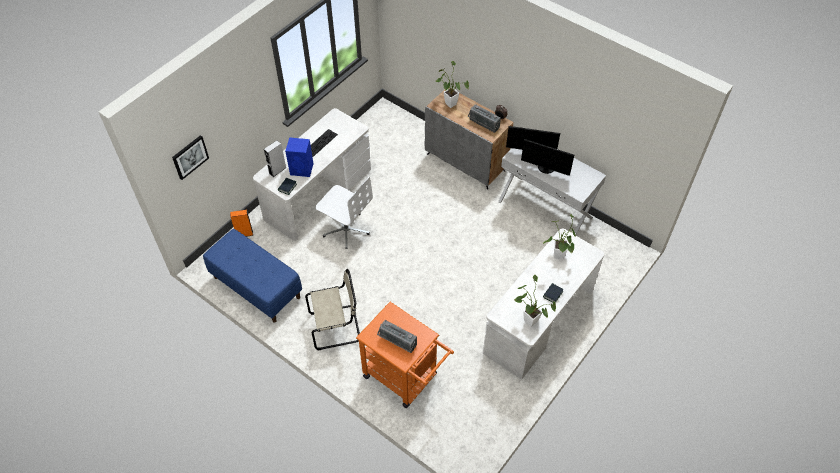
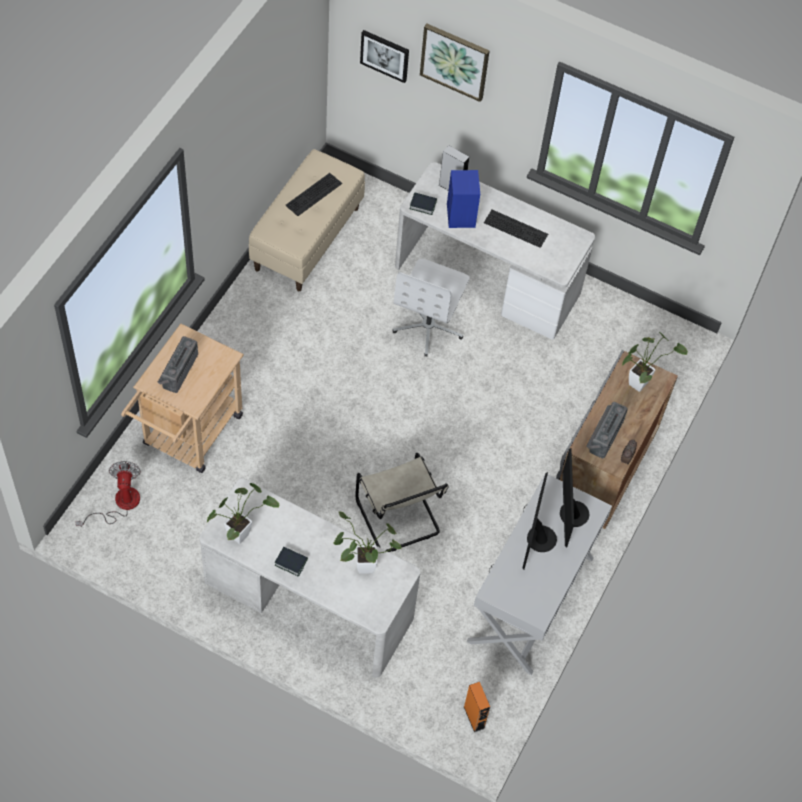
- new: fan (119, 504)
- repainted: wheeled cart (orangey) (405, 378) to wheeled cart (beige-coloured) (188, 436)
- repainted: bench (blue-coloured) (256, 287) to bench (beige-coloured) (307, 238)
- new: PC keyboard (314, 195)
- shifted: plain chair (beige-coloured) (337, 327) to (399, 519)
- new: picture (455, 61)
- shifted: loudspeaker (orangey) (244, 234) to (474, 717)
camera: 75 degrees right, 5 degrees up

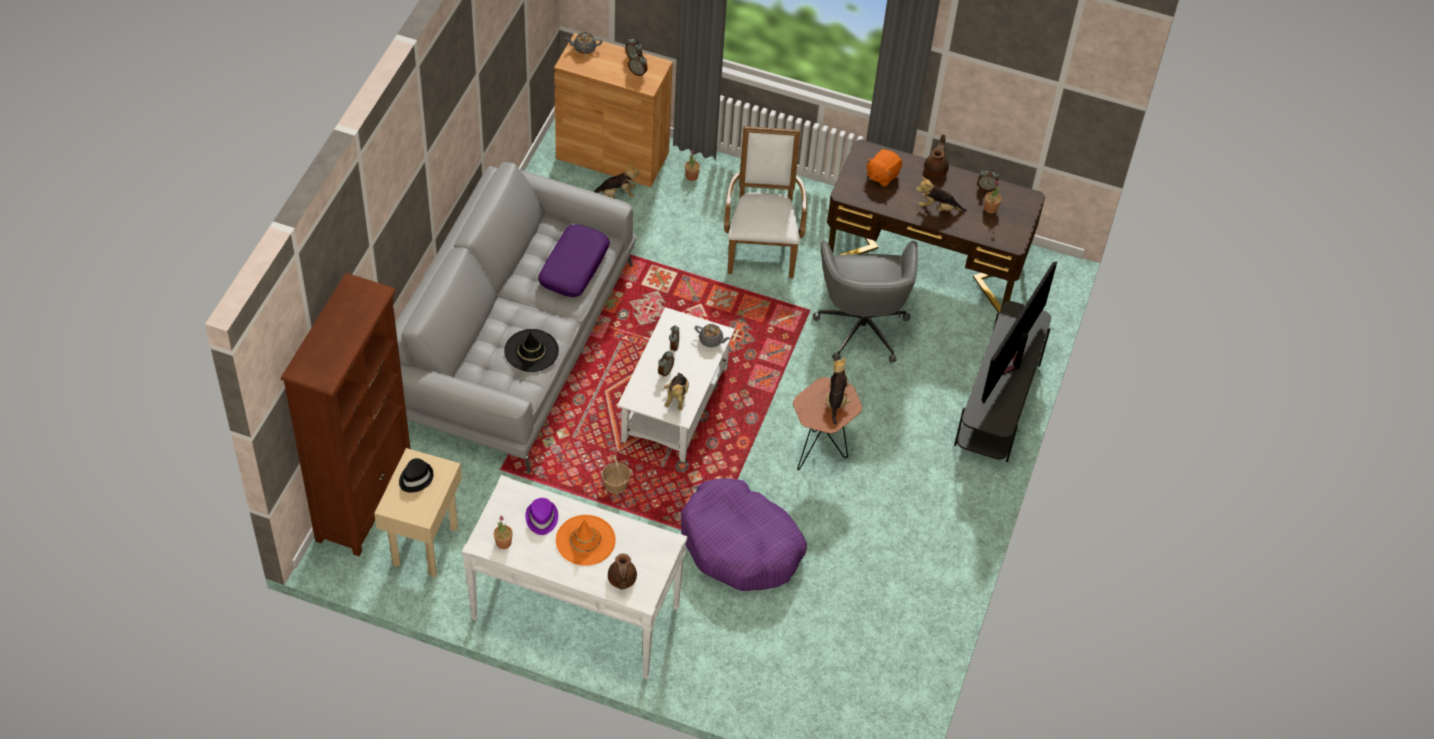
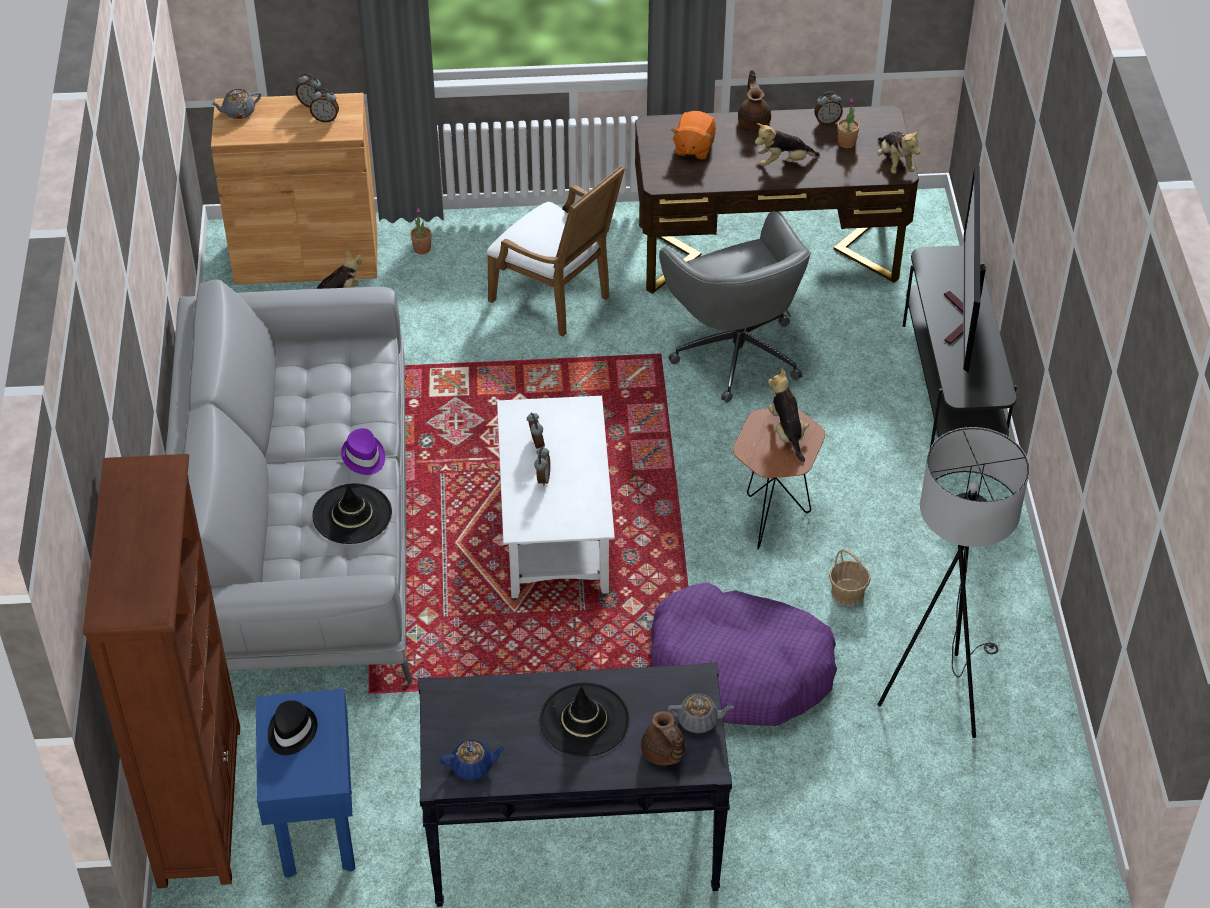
- repainted: side table (beige-coloured) (424, 545) to side table (blue-coloured) (317, 833)
- shifted: hat (purple-coloured) (541, 518) to (363, 457)
- repainted: narrow table (whitish) (574, 613) to narrow table (black) (573, 842)
- swapped: plant in a pot (503, 542) to teapot (blue-coloured) (473, 766)
- rotated: lounge chair (whitish) (762, 246) = (557, 300) 150 degrees clockwise
- repainted: hat (orangey) (585, 540) to hat (black) (584, 720)
- shifted: teapot (greyish) (711, 340) to (699, 720)
- shifted: basket (615, 485) to (847, 593)
- shifted: plush toy (676, 397) to (895, 162)
- new: floor lamp (greyish) (938, 691)
- gone: throw pillow (purple-coloured) (574, 266)
camera: 20 degrees left, 5 degrees down

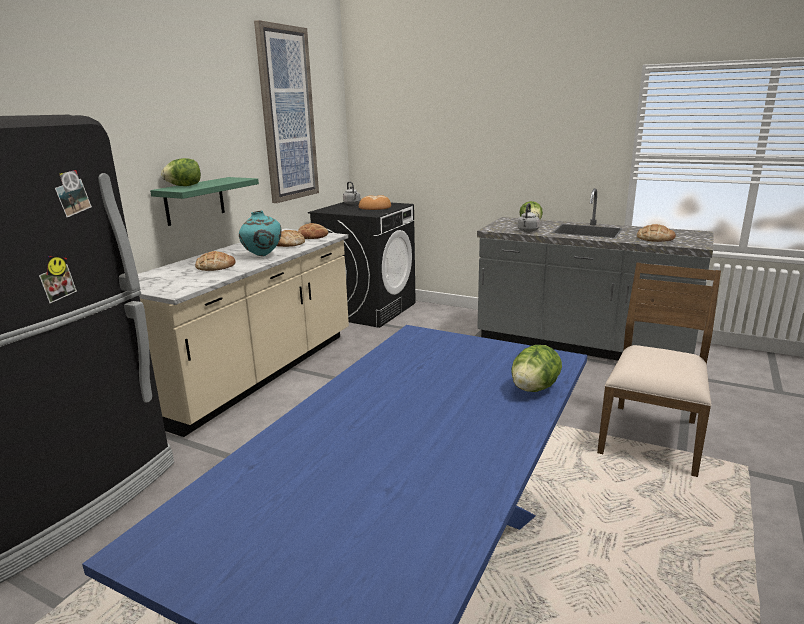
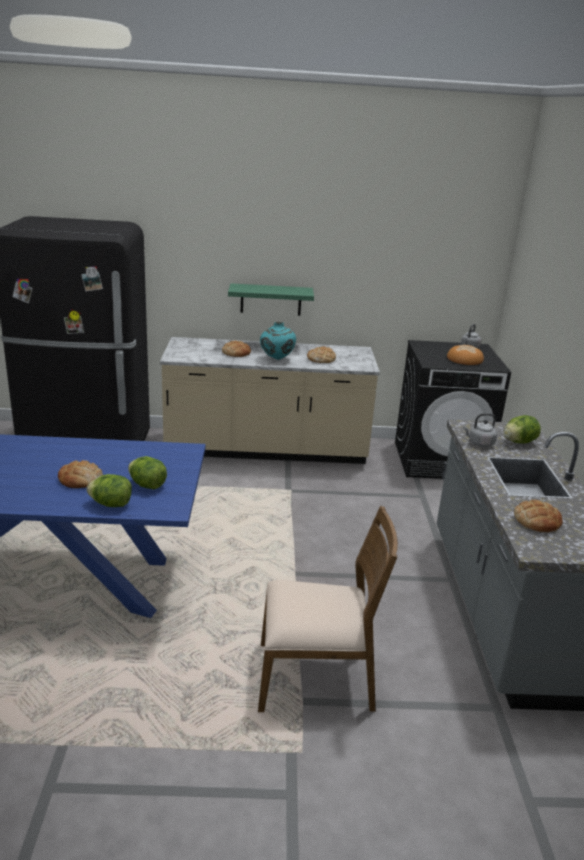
- shifted: bread (312, 236) to (80, 479)
- shifted: head of lettuce (184, 186) to (147, 485)
- gone: picture (287, 115)
camera: 60 degrees right, 5 degrees up

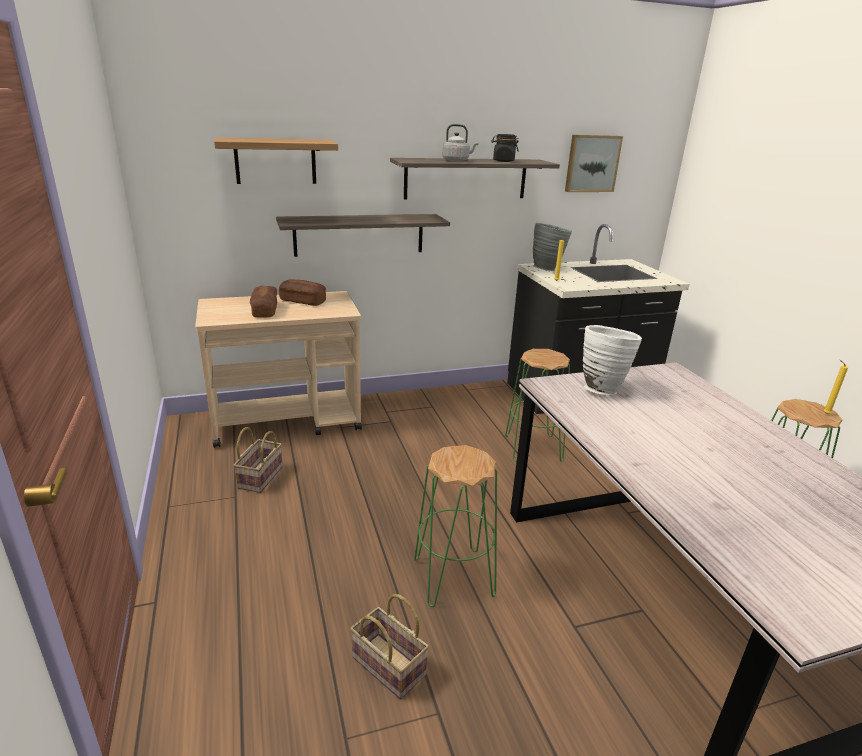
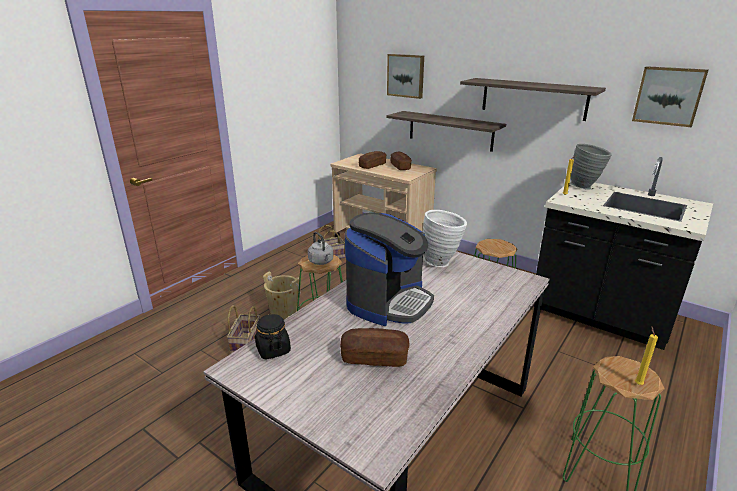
- shifted: preserve jar (black) (503, 161) to (273, 350)
- new: bucket (beige-coloured) (284, 311)
- shifted: kettle (greyish) (457, 161) to (321, 262)
- new: bread (374, 358)
- new: coffee maker (389, 302)
- swapped: wall shelf (275, 161) to picture (406, 75)
camera: 55 degrees right, 0 degrees up

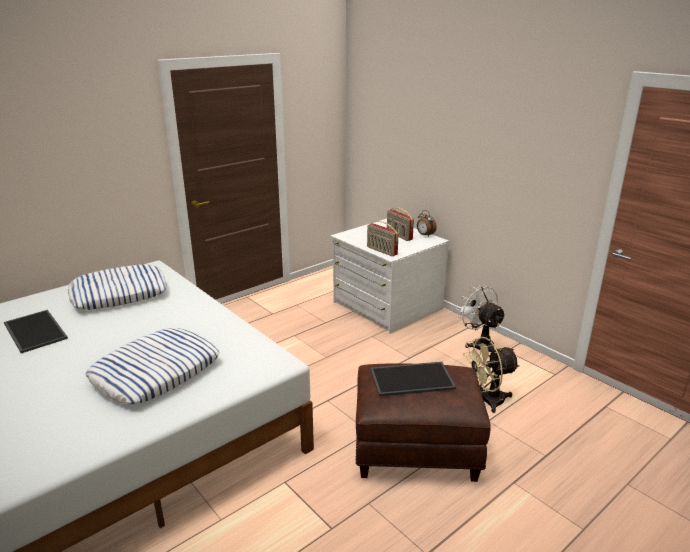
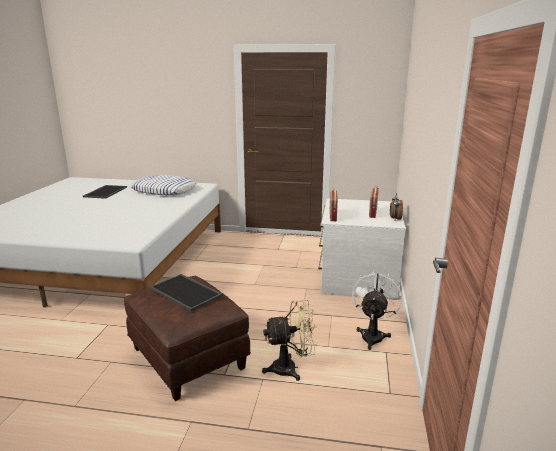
- rotated: fan (beige-coloured) (486, 401) = (290, 368) 135 degrees clockwise
- gone: throw pillow (156, 372)
camera: 50 degrees right, 5 degrees down

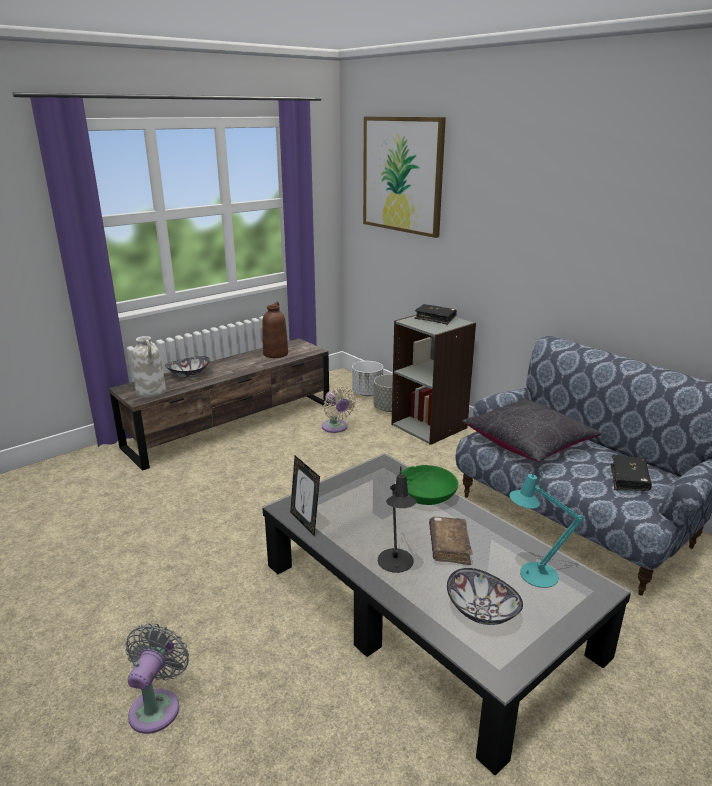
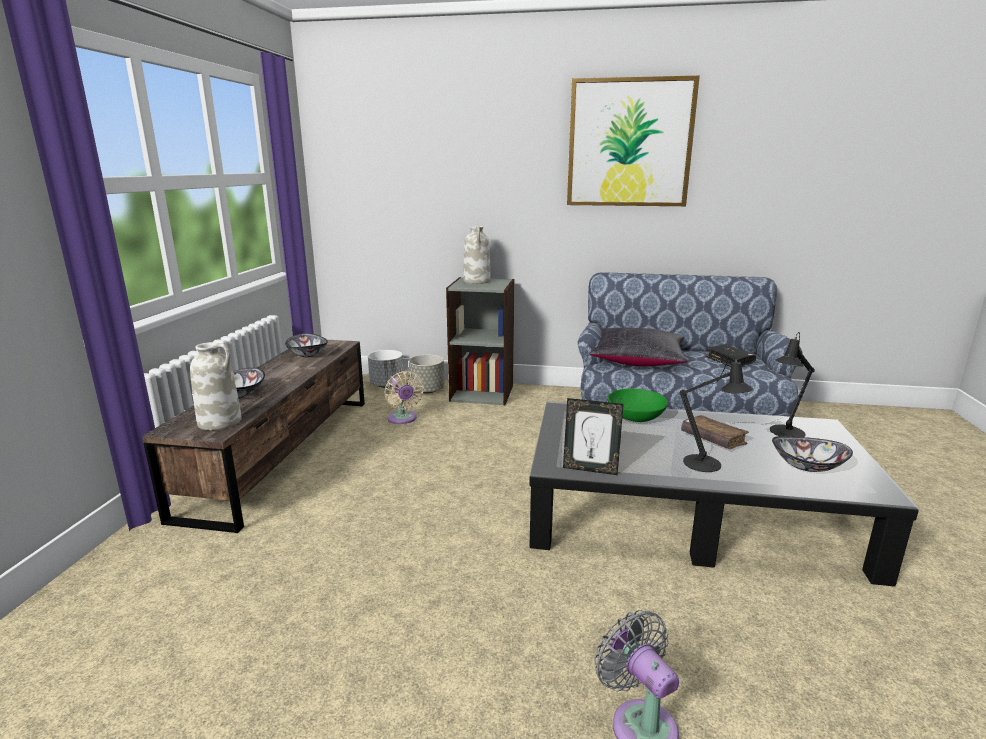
- swapped: vase (brownish) (275, 353) to serving bowl (307, 354)
- rotated: fan (beige-coloured) (336, 428) = (403, 419) 45 degrees clockwise
- swapped: bound book (black) (435, 318) to vase (whitish) (477, 281)
- shifted: picture (402, 175) to (629, 143)
- repainted: lamp for a table (blue-green) (533, 574) to lamp for a table (black) (784, 433)
camera: 40 degrees left, 5 degrees down

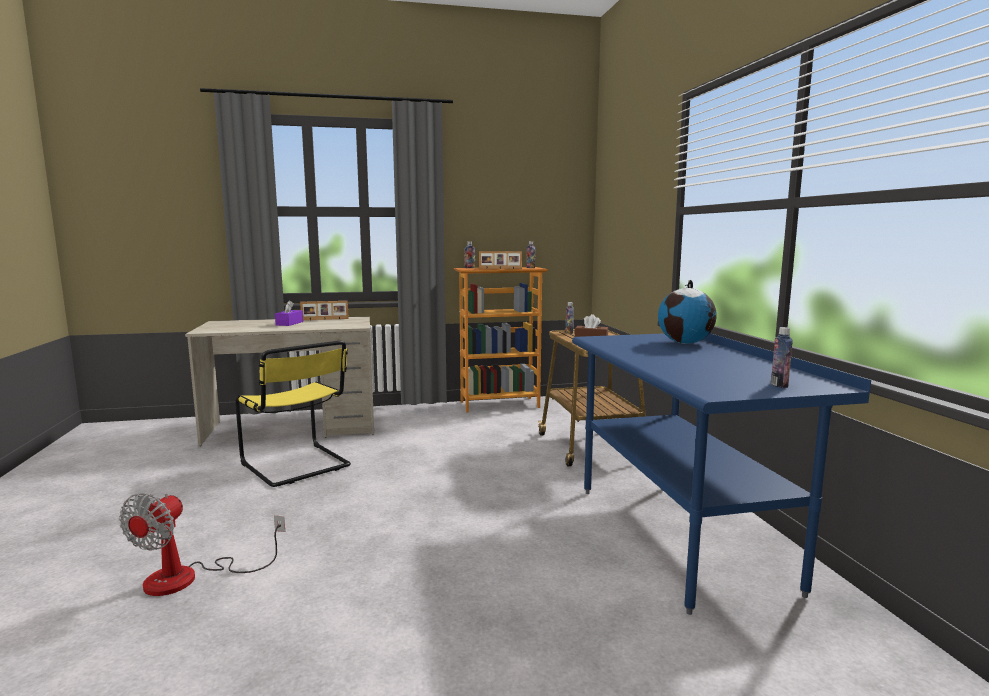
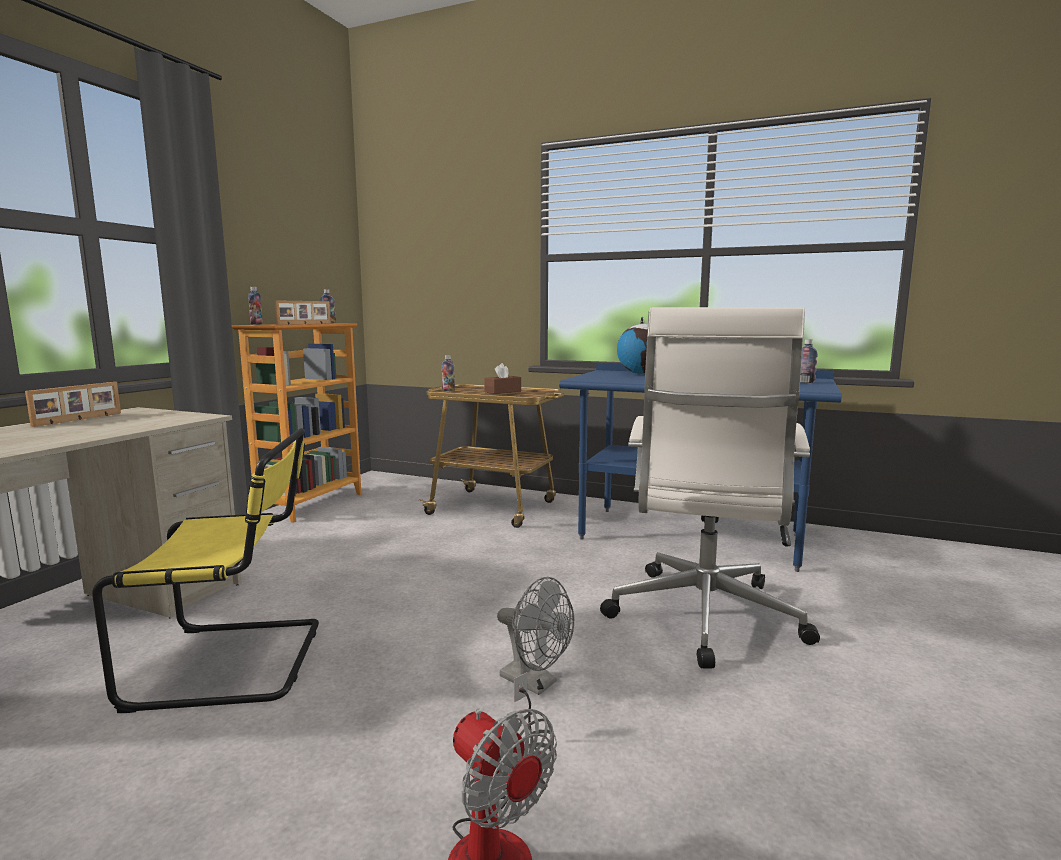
- new: fan (greyish) (535, 683)
- new: computer chair (whitish) (703, 618)
- gone: tissue box (purple-coloured) (289, 323)
camera: 55 degrees left, 0 degrees up

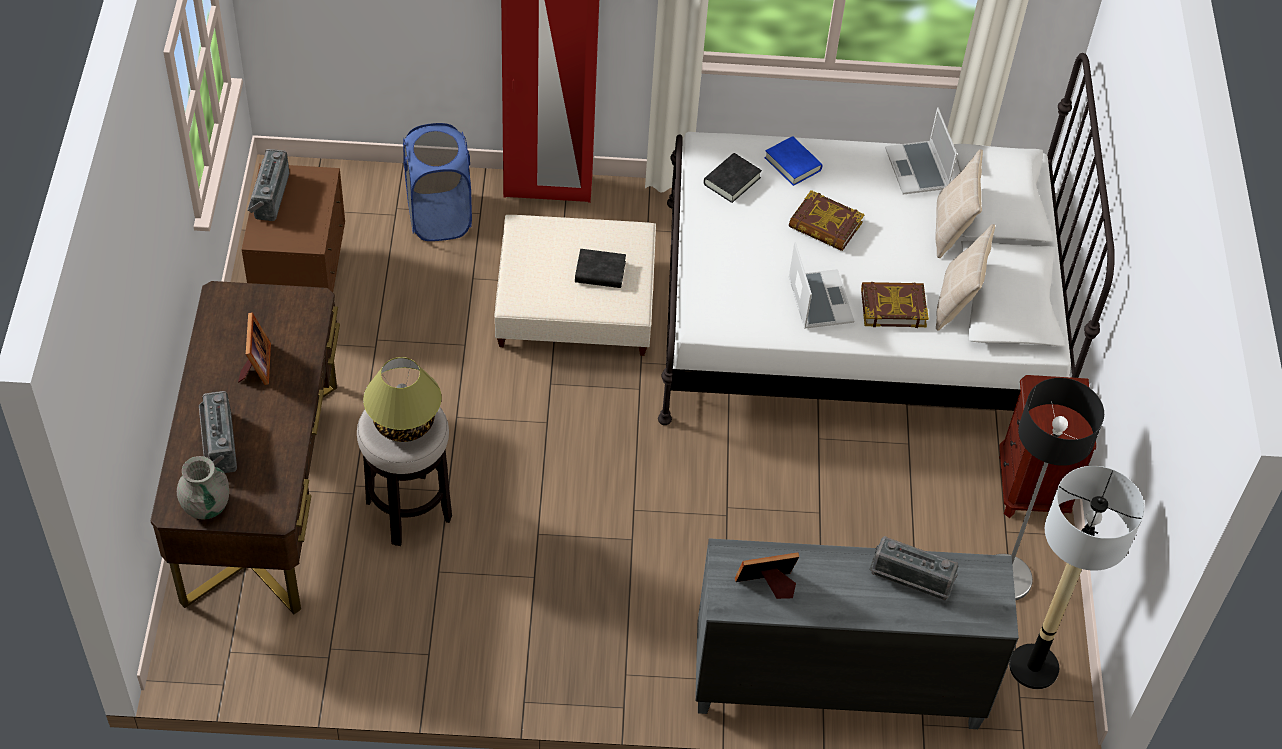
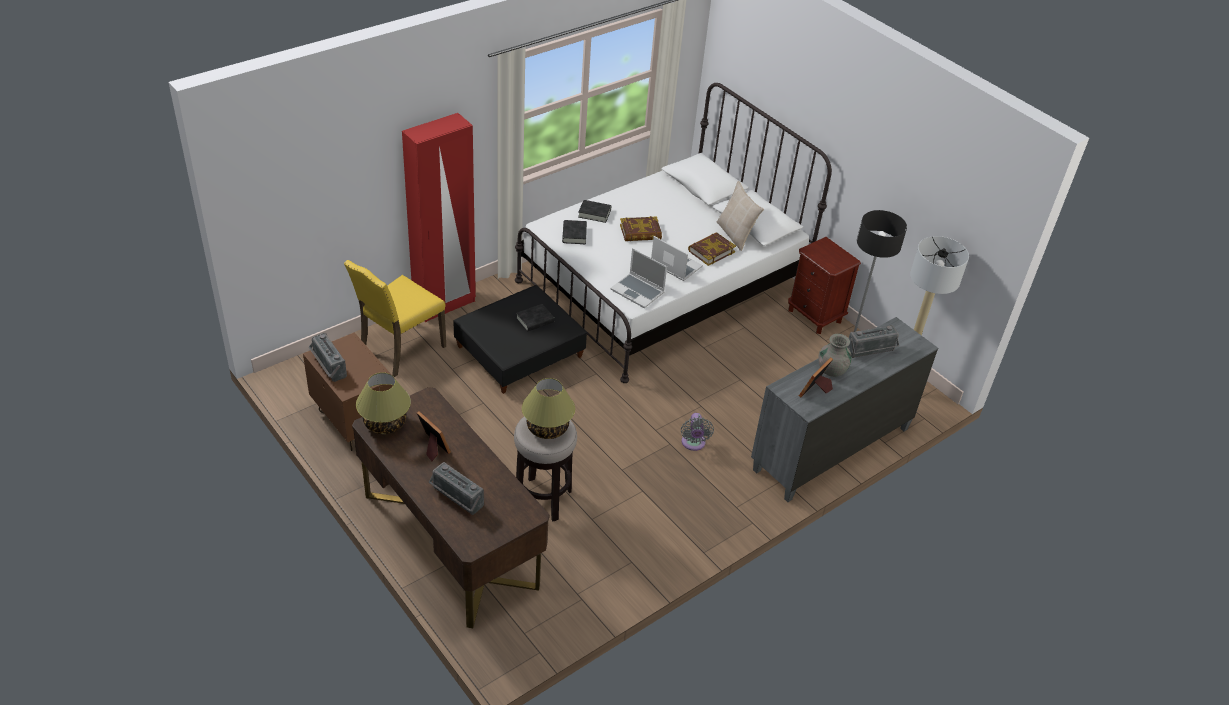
- swapped: washing basket (blue-coloured) (439, 217) to plain chair (yellowish) (400, 349)
- new: lamp for a table (384, 423)
- repainted: footrest (beige-coloured) (576, 303) to footrest (black) (520, 351)
- repainted: bound book (blue-coloured) (793, 164) to bound book (black) (594, 213)
- shifted: notebook computer (918, 170) to (638, 291)
- new: fan (greyish) (693, 444)
- shifted: vase (greyish) (206, 505) to (831, 370)
- gone: throw pillow (beige-coloured) (952, 229)
camera: 40 degrees left, 10 degrees down

